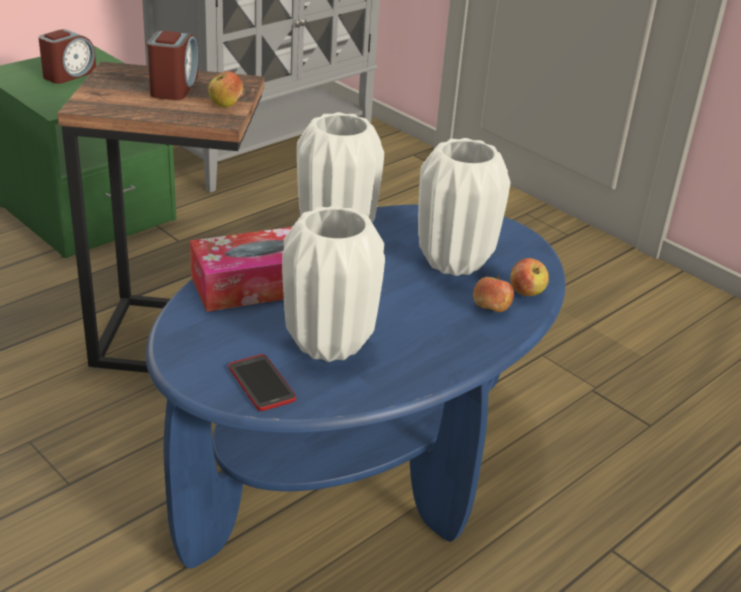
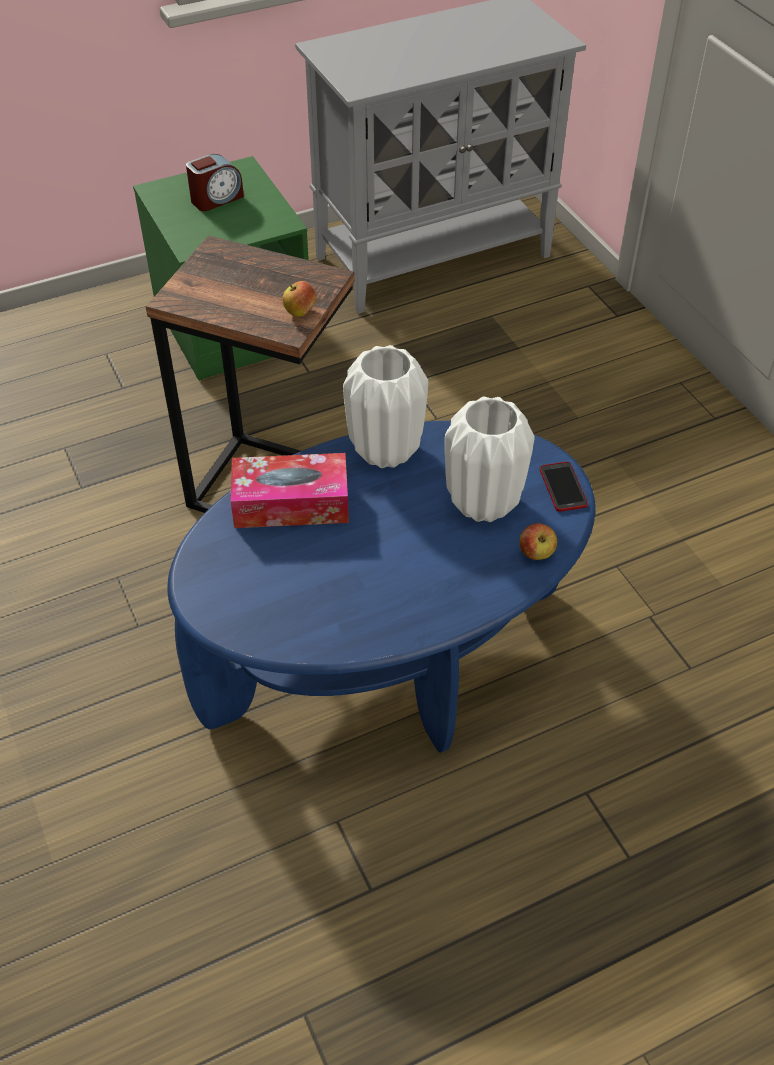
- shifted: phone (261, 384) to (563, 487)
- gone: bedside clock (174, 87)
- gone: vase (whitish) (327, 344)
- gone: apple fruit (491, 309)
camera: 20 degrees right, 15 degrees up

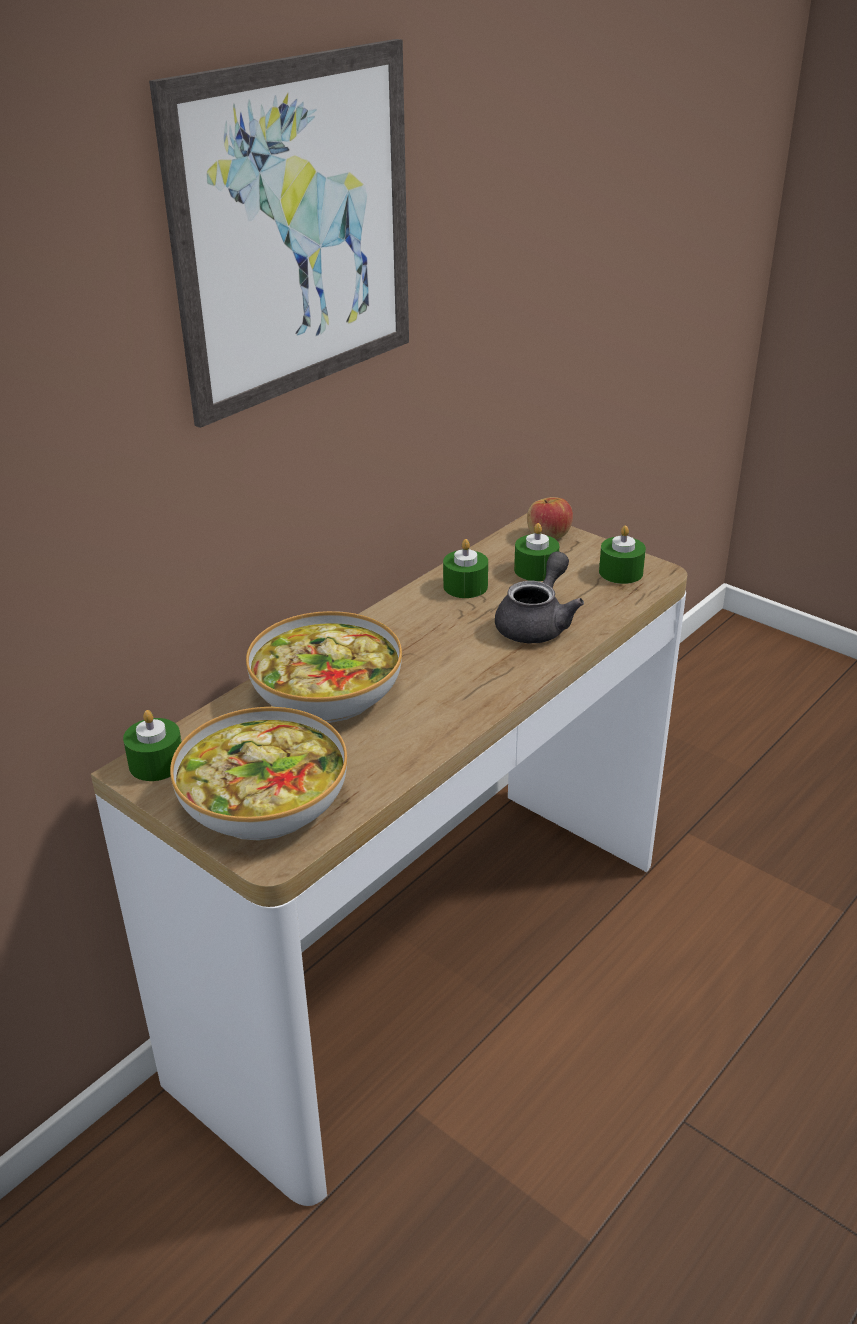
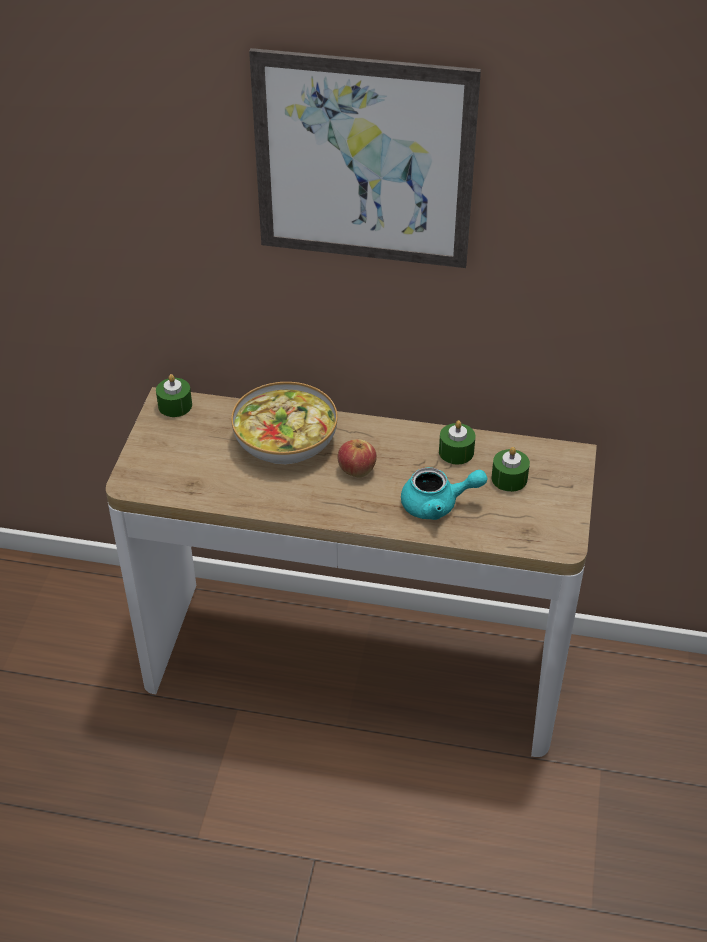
- shifted: apple fruit (548, 535) to (356, 469)
- repainted: teapot (greyish) (537, 623) to teapot (blue-green) (437, 504)
- gone: serving bowl (264, 802)
- gone: wax candle (green) (620, 572)
camera: 60 degrees right, 10 degrees up

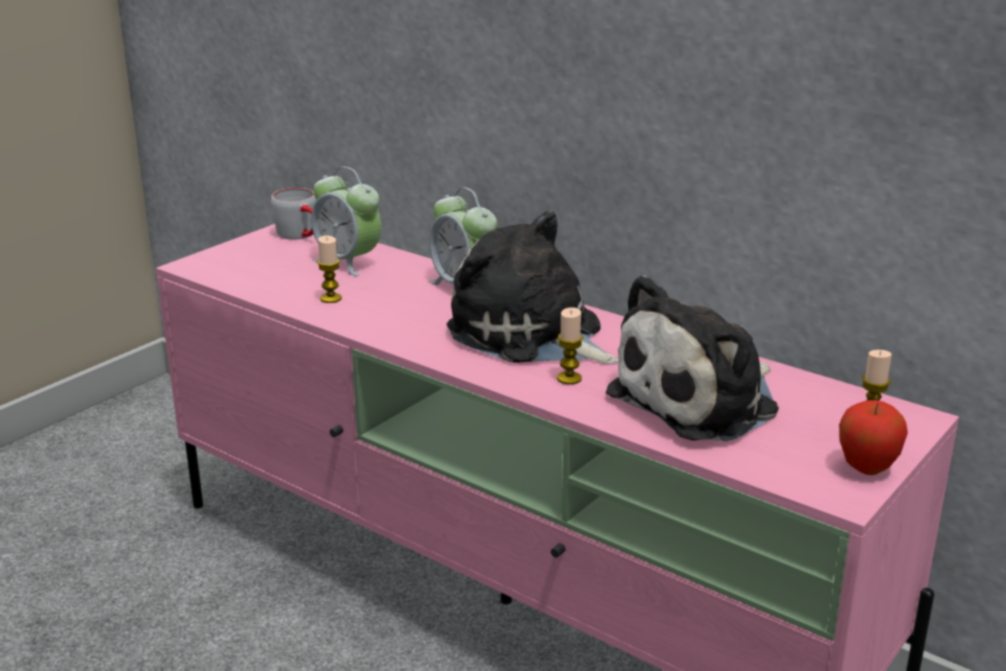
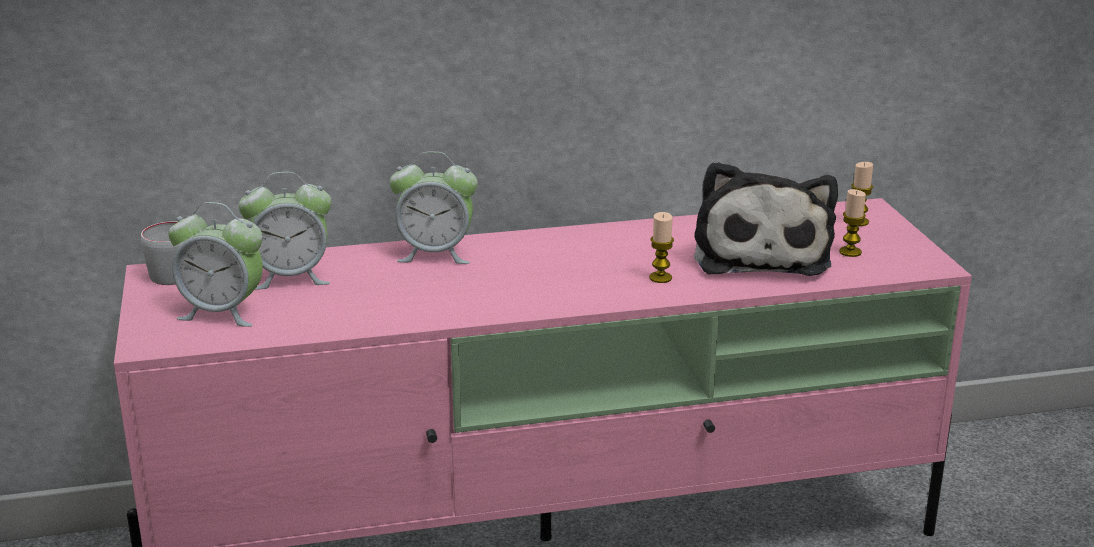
- new: bedside clock (222, 312)
- shifted: wax candle (331, 298) to (850, 252)
- gone: plush toy (530, 335)
- gone: apple fruit (866, 469)
camera: 50 degrees left, 0 degrees up

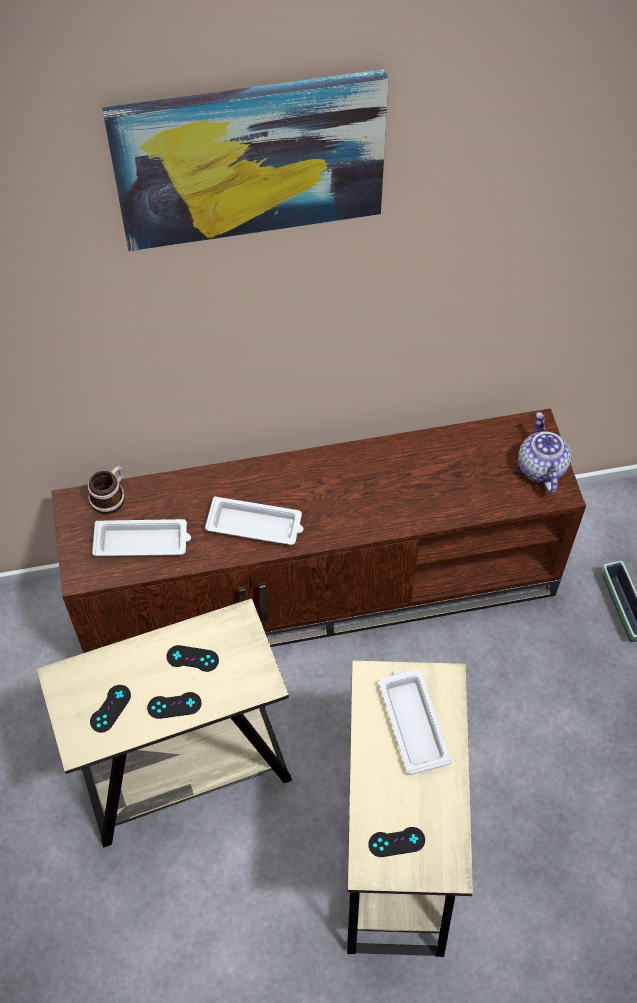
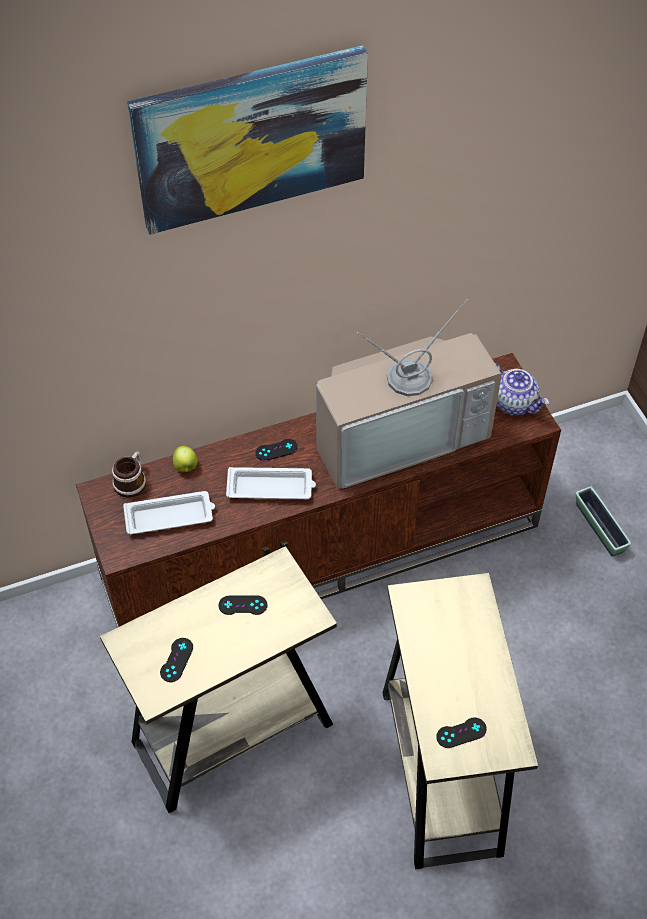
- new: apple fruit (186, 467)
- shifted: gamepad (black) (174, 705) to (276, 450)
- new: TV set (400, 433)
- rotated: teapot (540, 467) = (514, 403) 150 degrees clockwise
- gone: carrying tray (whitish) (413, 722)
camera: 10 degrees left, 5 degrees down

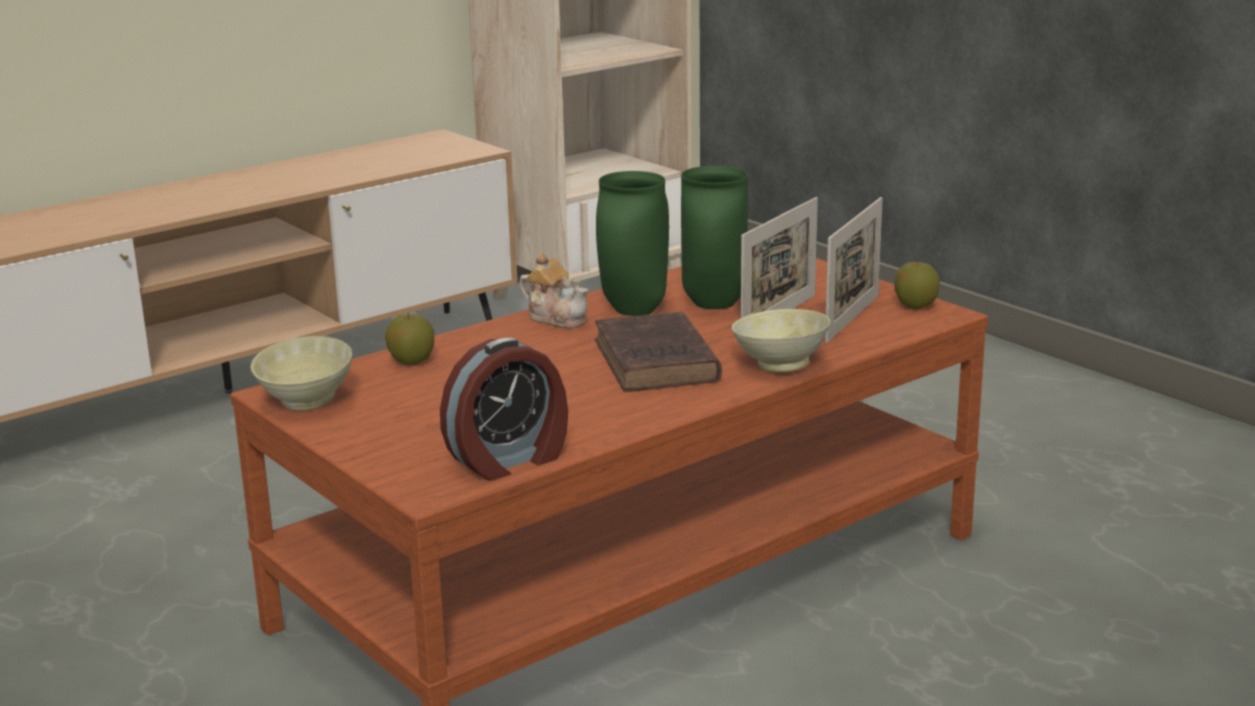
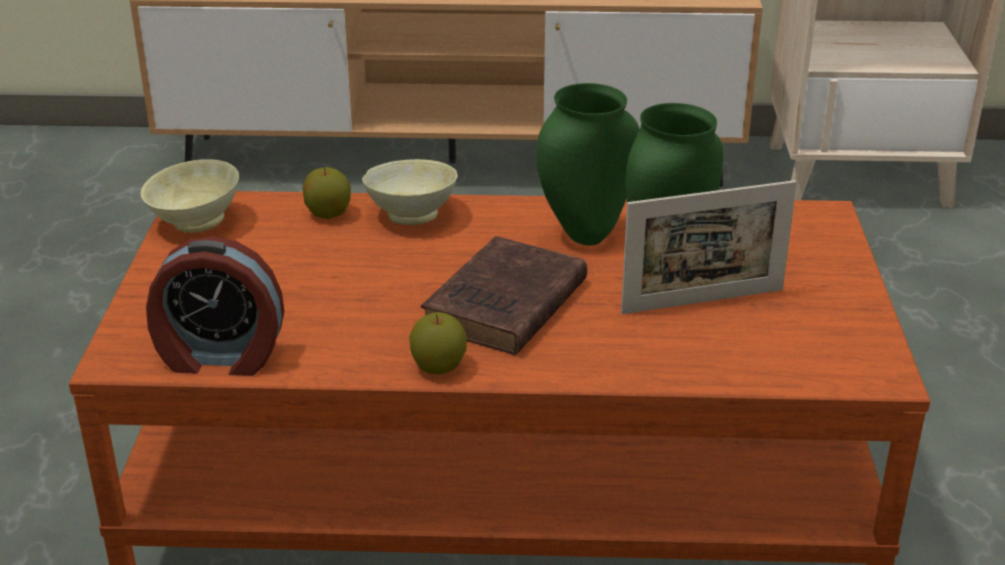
- shifted: serving bowl (beige-coloured) (780, 364) to (413, 215)
- shifted: apple fruit (915, 306) to (438, 367)
- gone: teapot (557, 318)
- gone: picture frame (852, 318)
camera: 40 degrees right, 10 degrees up

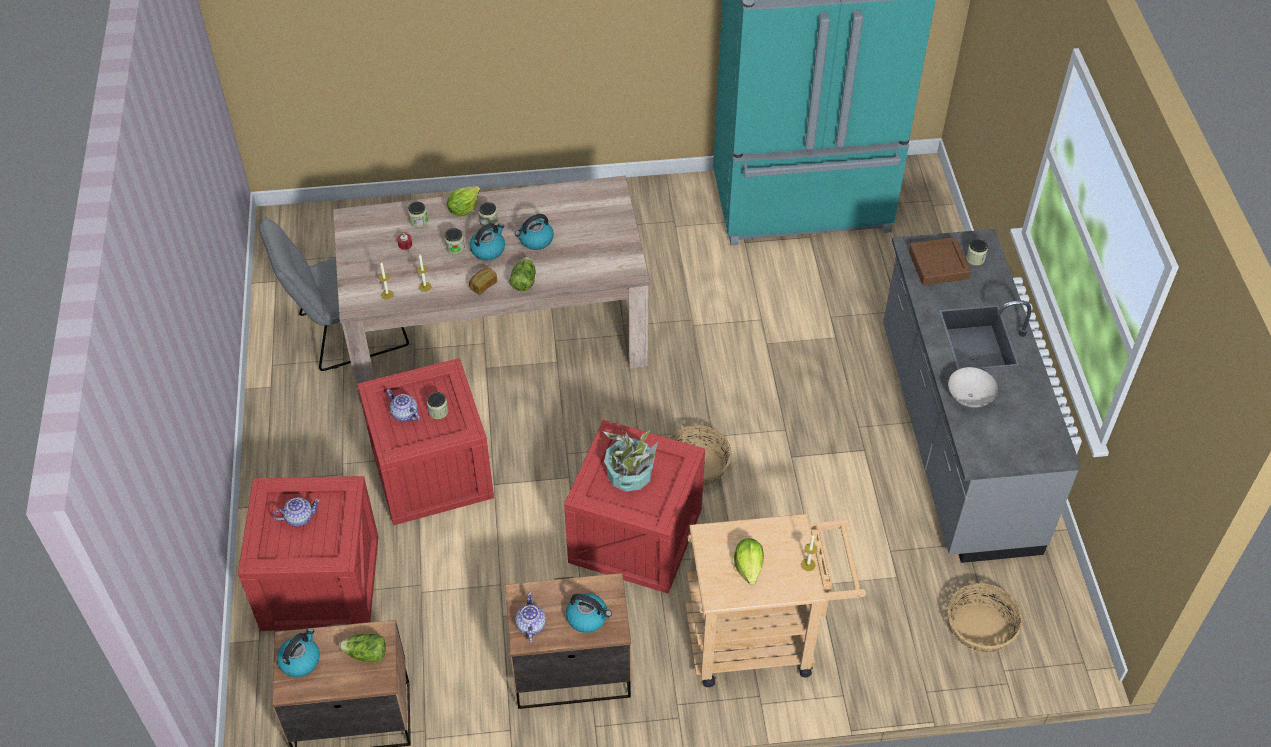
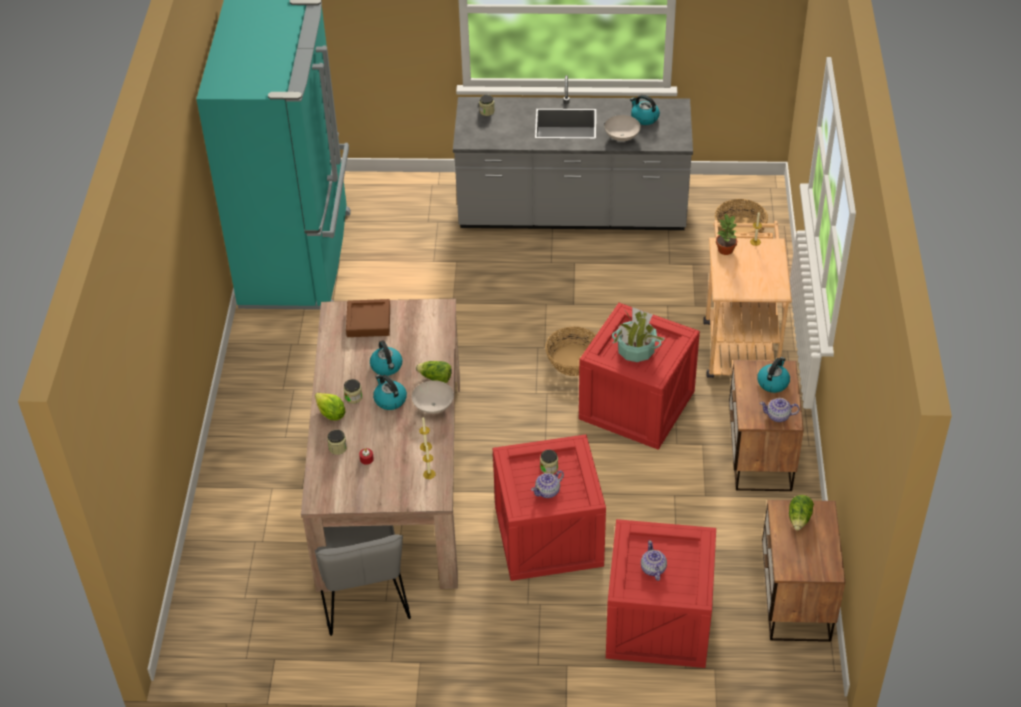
- shifted: carrying tray (brownish) (938, 265) to (368, 321)
- swapped: bread (483, 285) to serving bowl (whitish) (434, 406)
- shifted: kettle (300, 660) to (644, 118)
- new: plant in a pot (725, 249)
- gone: preserve jar (455, 248)
- gone: head of lettuce (749, 567)
camera: 80 degrees left, 5 degrees down

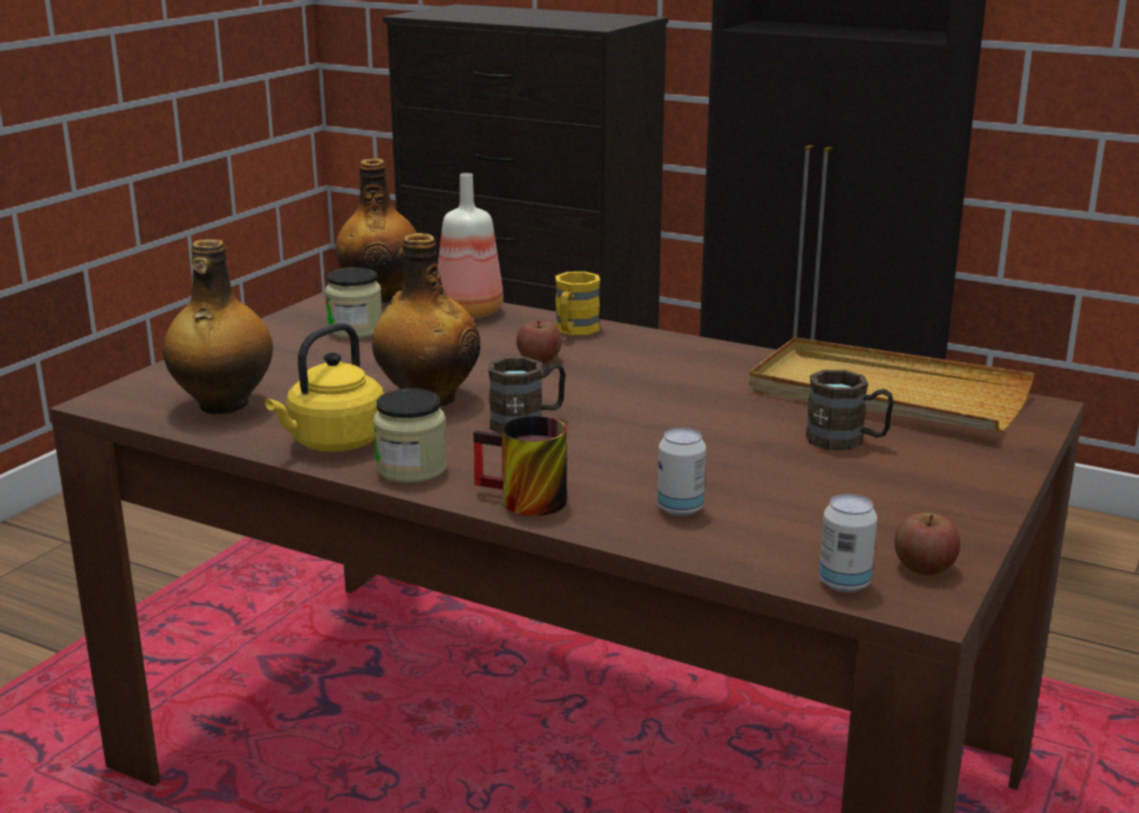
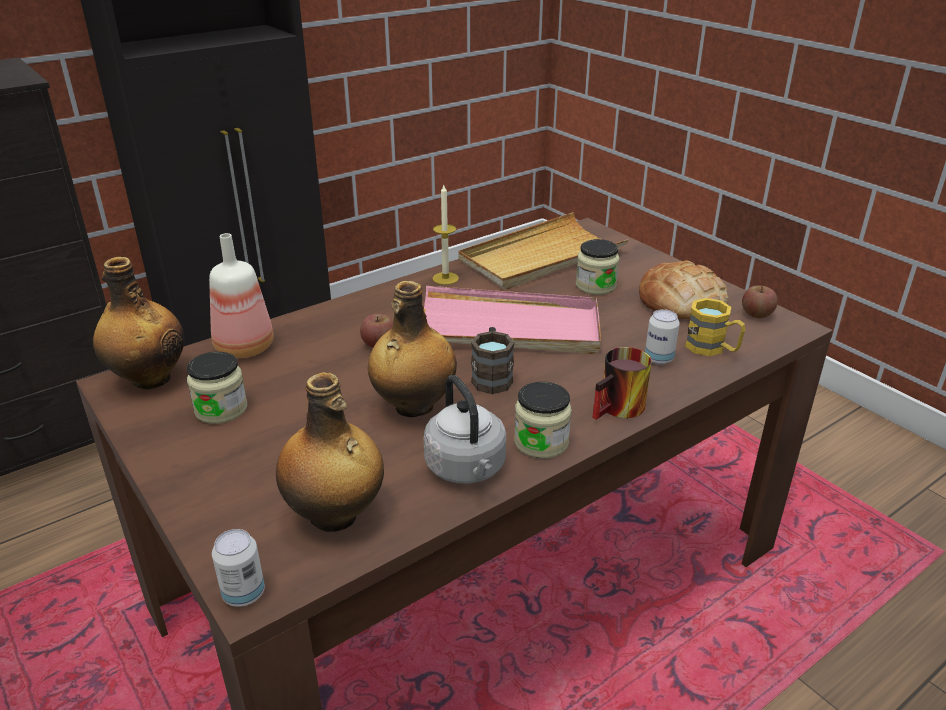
- shifted: sealed can (844, 583) to (244, 594)
- new: carrying tray (pink) (509, 327)
- repainted: kettle (yellowish) (333, 443) to kettle (greyish) (467, 469)
- new: wax candle (445, 278)
- swapped: coffee mug (brownish) (847, 441) to preserve jar (595, 286)
- new: bread (681, 301)
- shifted: coffee mug (yellowish) (574, 331) to (712, 349)
camera: 65 degrees left, 10 degrees up

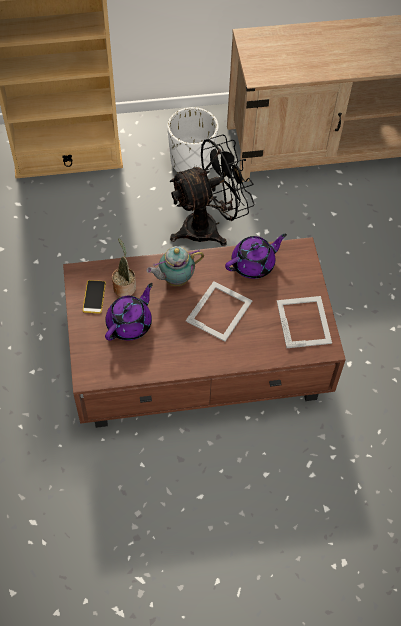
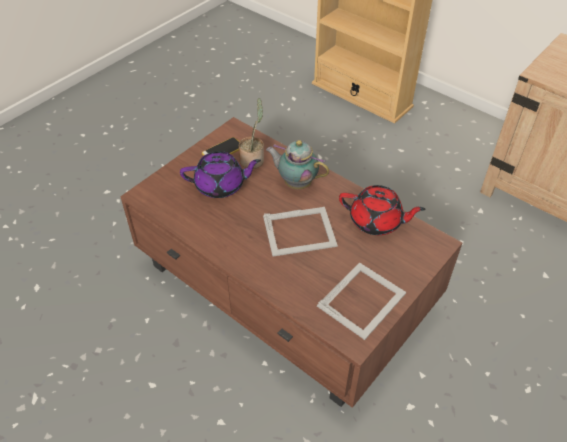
- repainted: teapot (purple-coloured) (253, 264) to teapot (red-coloured) (376, 221)
- gone: flower pot (whitish) (192, 161)
- gone: fan (black) (209, 226)
camera: 50 degrees right, 10 degrees down

